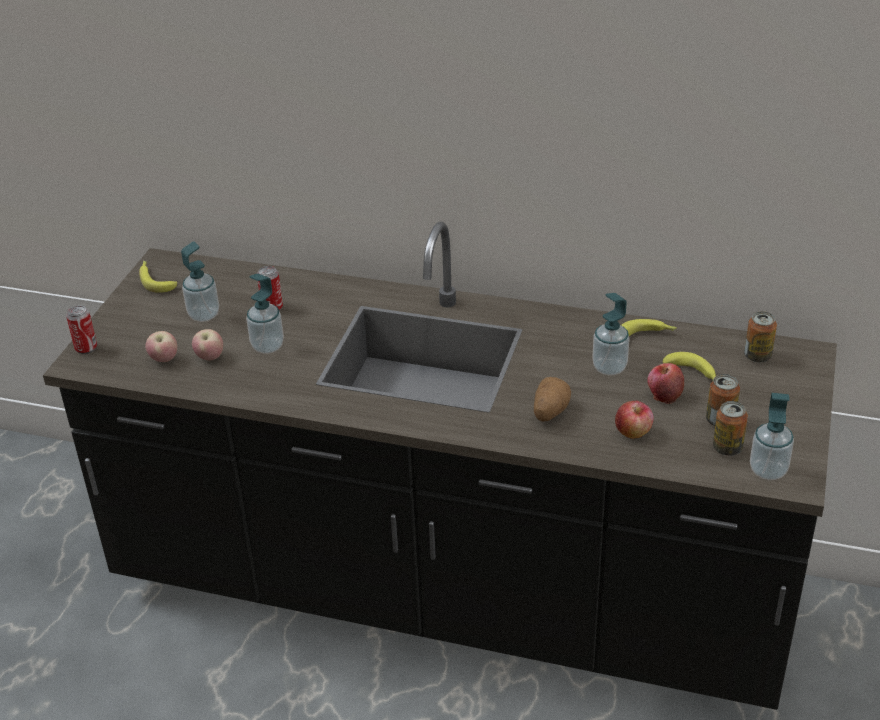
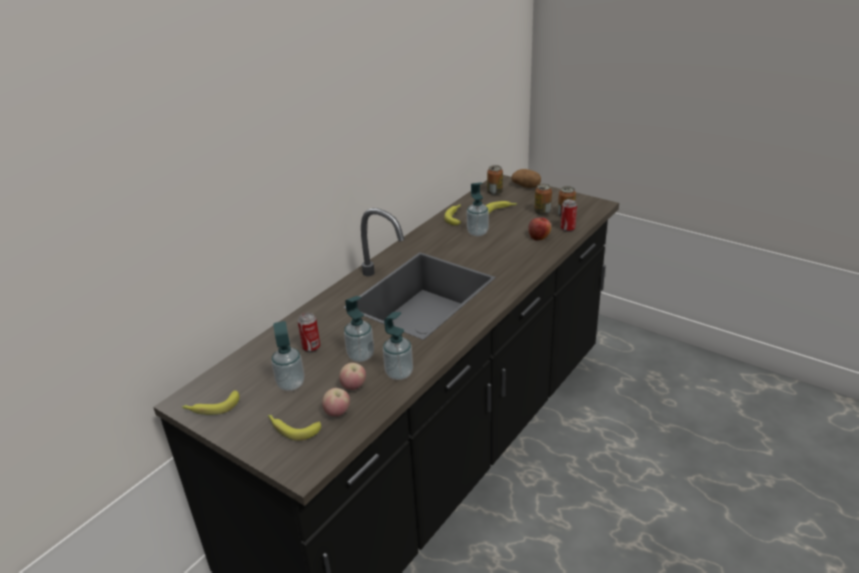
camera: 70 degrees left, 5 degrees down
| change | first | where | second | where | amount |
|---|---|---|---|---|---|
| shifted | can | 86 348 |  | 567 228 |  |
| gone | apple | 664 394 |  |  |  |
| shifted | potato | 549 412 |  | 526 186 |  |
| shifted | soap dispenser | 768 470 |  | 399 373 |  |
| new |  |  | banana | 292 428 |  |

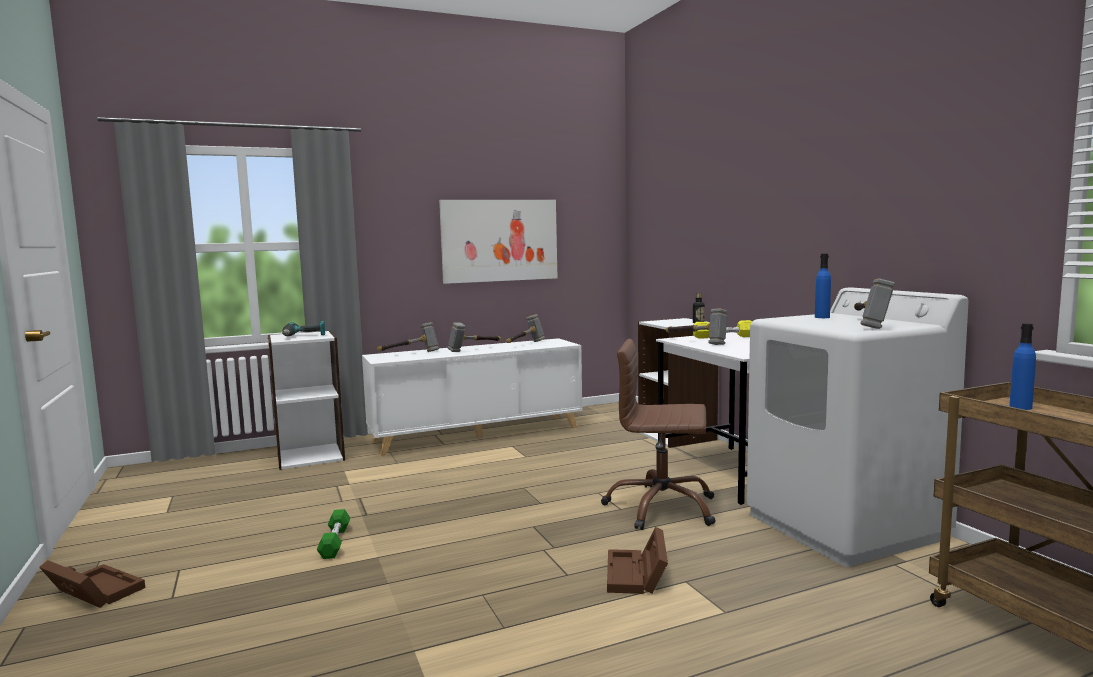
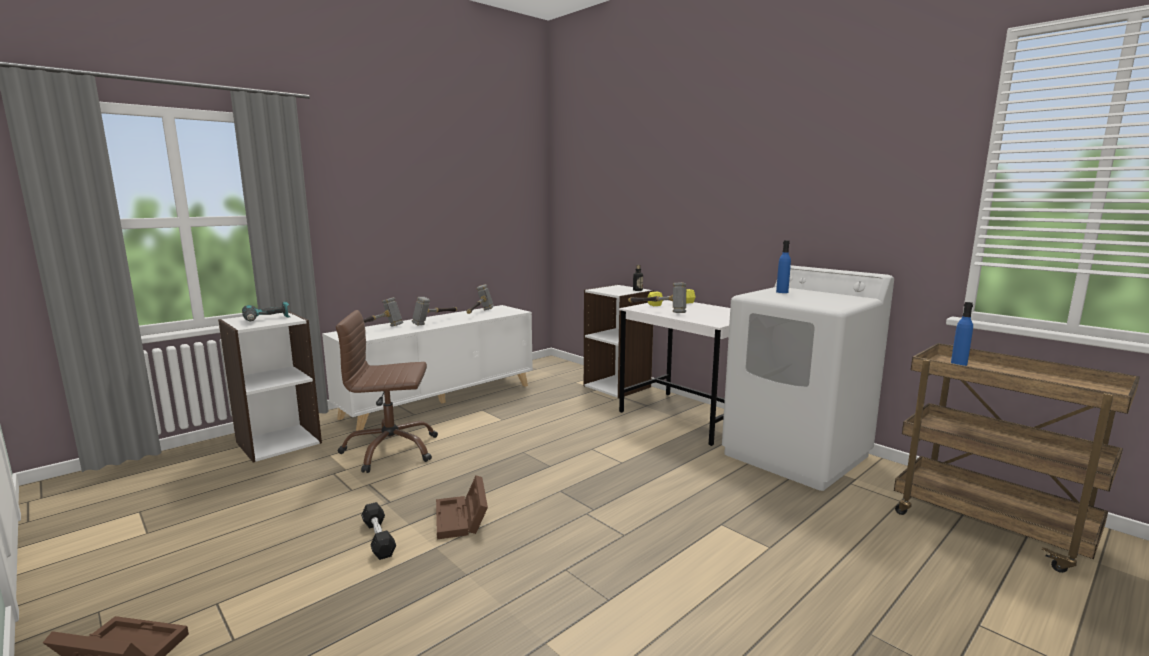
camera: 20 degrees left, 5 degrees up
| change | first | where | second | where | amount |
|---|---|---|---|---|---|
| gone | picture | 499 240 |  |  |  |
| gone | hammer | 867 324 |  |  |  |
| shifted | brown office chair | 661 508 |  | 391 450 |  |
| repainted | green dumbbell | 335 542 | black dumbbell | 378 538 |  |
| shifted | brown storage box | 637 576 |  | 462 519 |  |

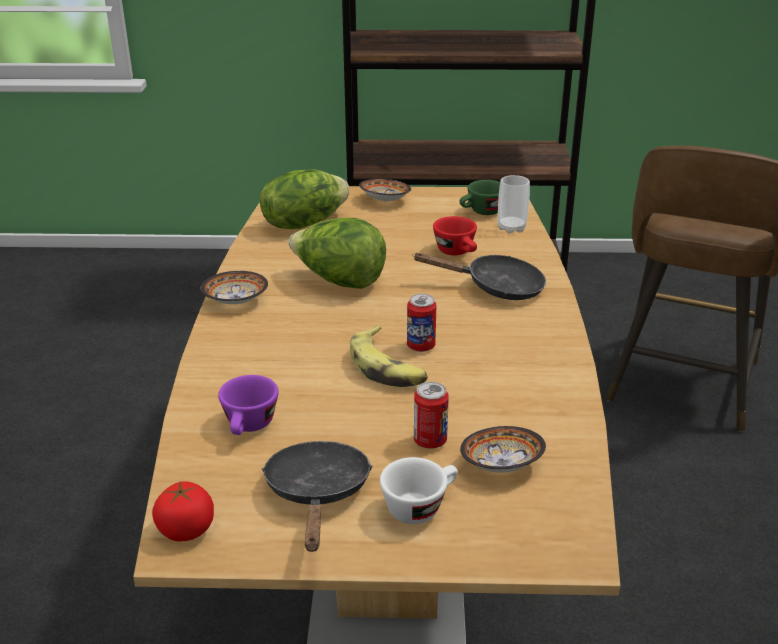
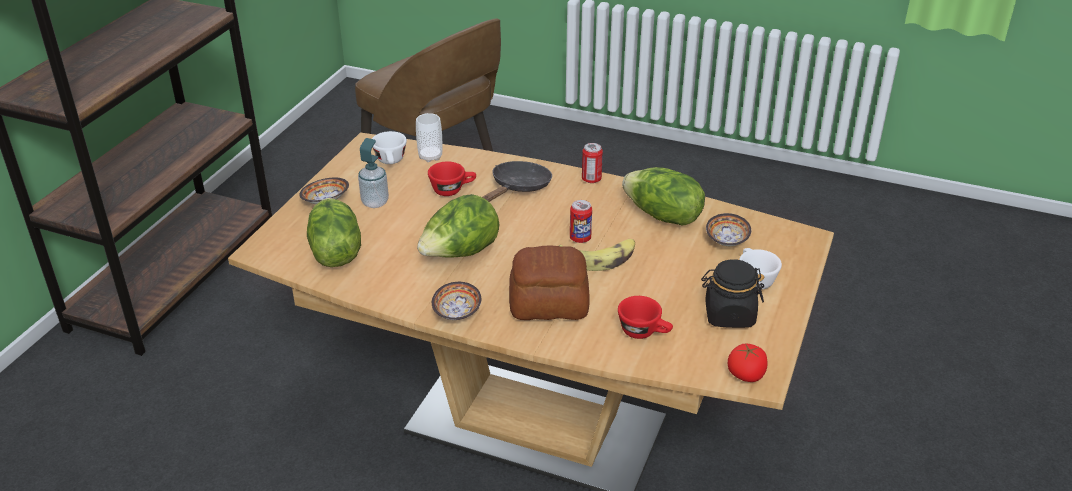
camera: 70 degrees left, 5 degrees up
| change | first | where | second | where | amount |
|---|---|---|---|---|---|
| repainted | green cup | 481 212 | white cup | 391 162 |  |
| repainted | purple cup | 249 427 | red cup | 644 332 |  |
| shifted | can | 430 441 |  | 591 179 |  |
| swapped | black frying pan | 318 494 | black jar | 729 315 |  |
| new |  |  | soap dispenser | 375 202 |  |
| new |  |  | lettuce | 662 216 |  |
| new |  |  | bread | 550 305 |  |

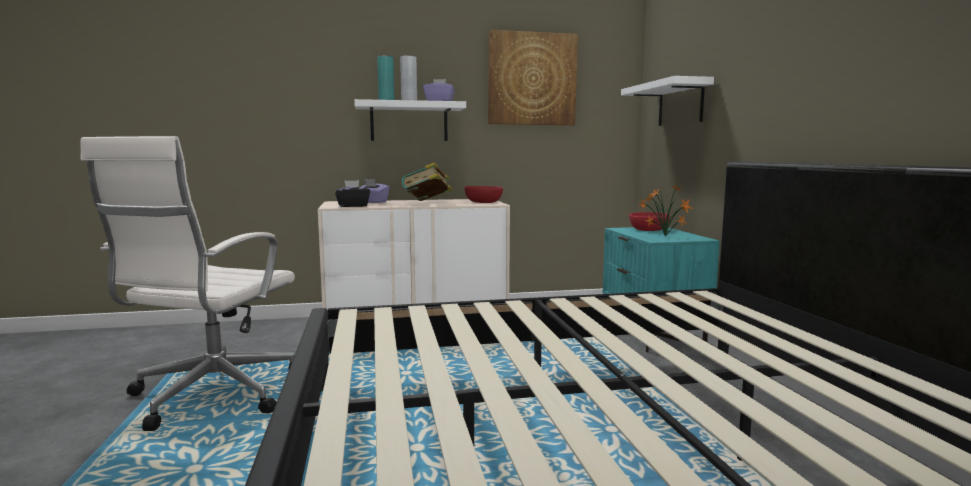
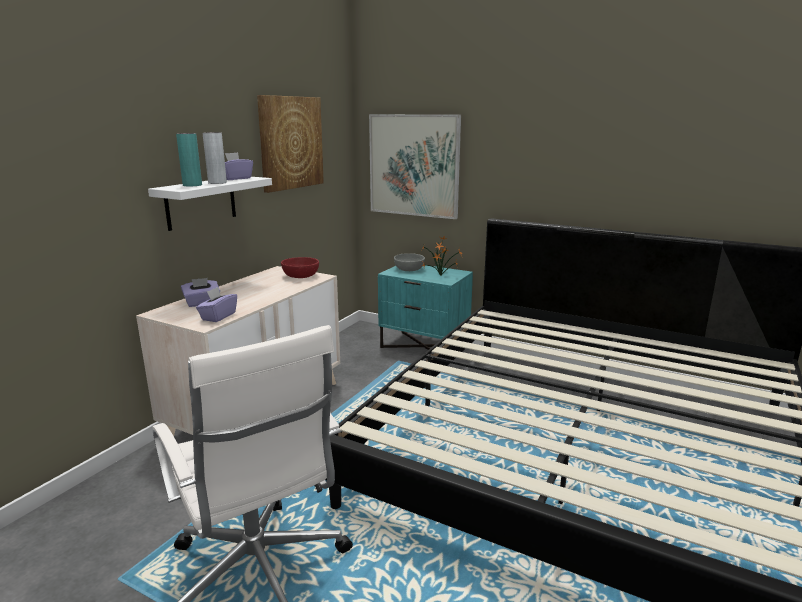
camera: 50 degrees left, 10 degrees up
| change | first | where | second | where | amount |
|---|---|---|---|---|---|
| swapped | white shelf | 680 104 | picture | 414 165 |  |
| gone | book | 427 202 |  |  |  |
| repainted | black tissue box | 352 206 | purple tissue box | 218 316 |  |
| repainted | red bowl | 648 230 | grey bowl | 409 269 |  |

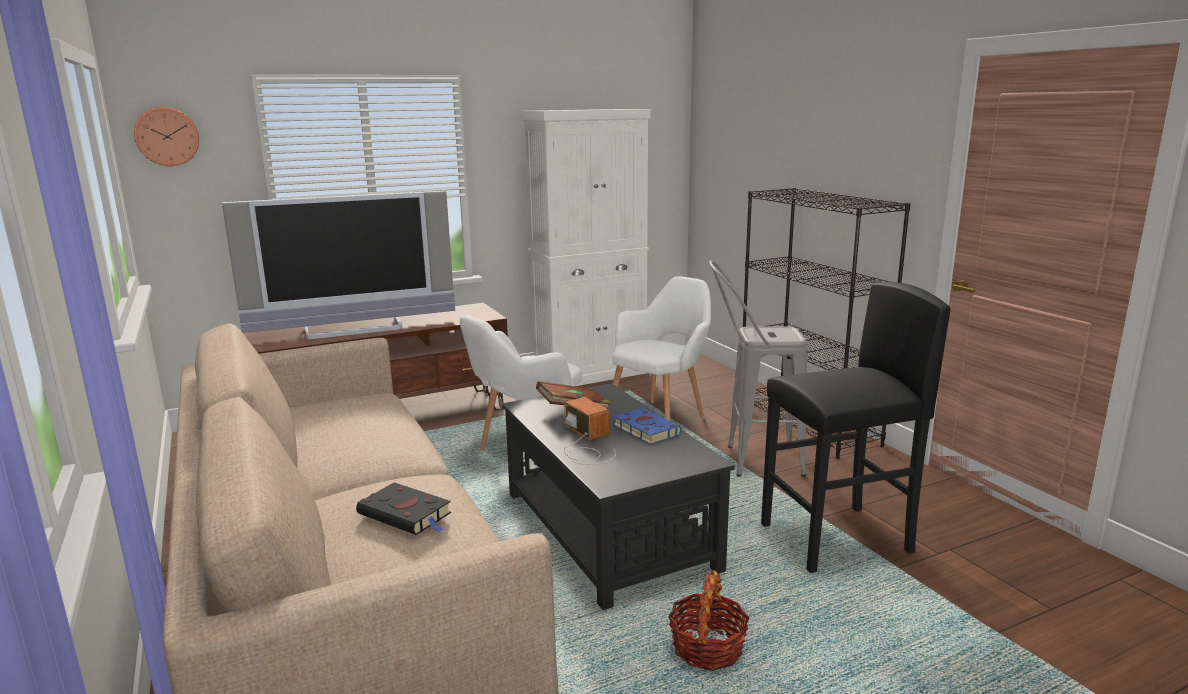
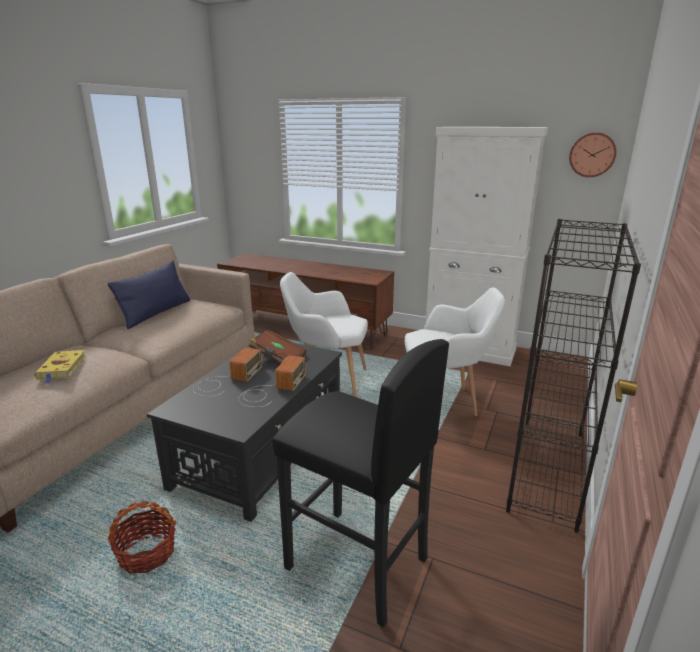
camera: 50 degrees right, 5 degrees up
| change | first | where | second | where | amount |
|---|---|---|---|---|---|
| shifted | wall clock | 167 136 |  | 592 154 |  |
| gone | television | 354 329 |  |  |  |
| gone | grey stool | 750 461 |  |  |  |
| swapped | blue book | 644 429 | radio | 271 390 |  |
| repainted | black book | 407 514 | yellow book | 62 368 |  |
| new |  |  | blue pillow | 156 313 |  |

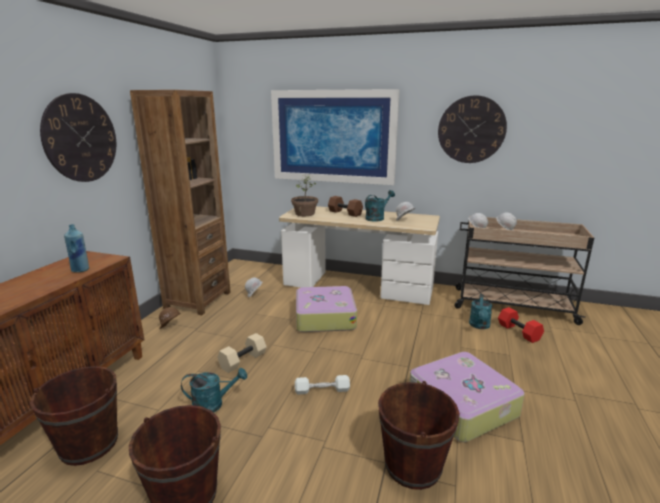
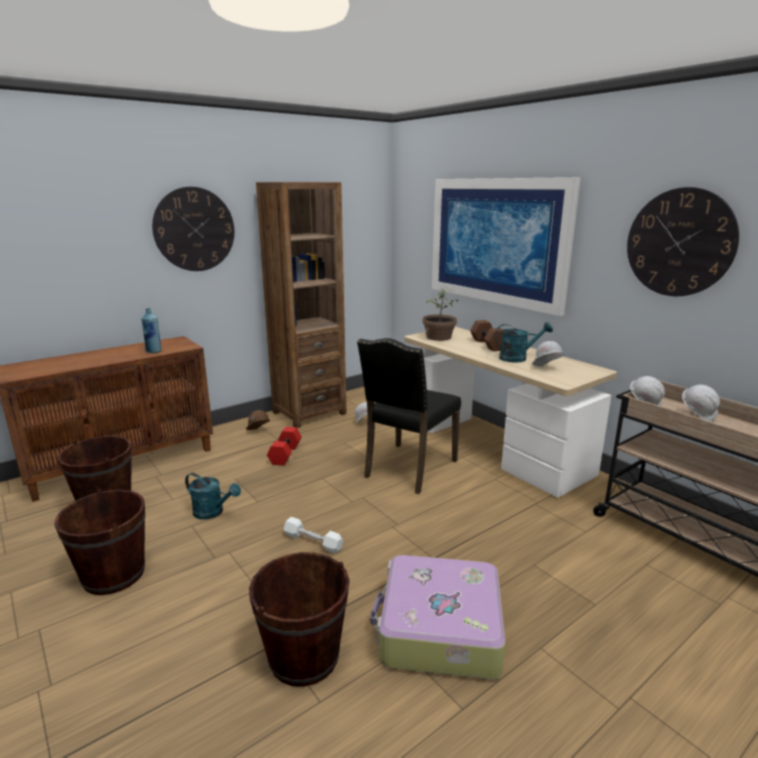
camera: 35 degrees right, 0 degrees up
| change | first | where | second | where | amount |
|---|---|---|---|---|---|
| swapped | suitcase | 324 317 | black chair | 408 469 |  |
| gone | turquoise watering can | 479 326 |  |  |  |
| shifted | red dumbbell | 519 332 |  | 285 454 |  |
| gone | beige dumbbell | 243 360 |  |  |  |

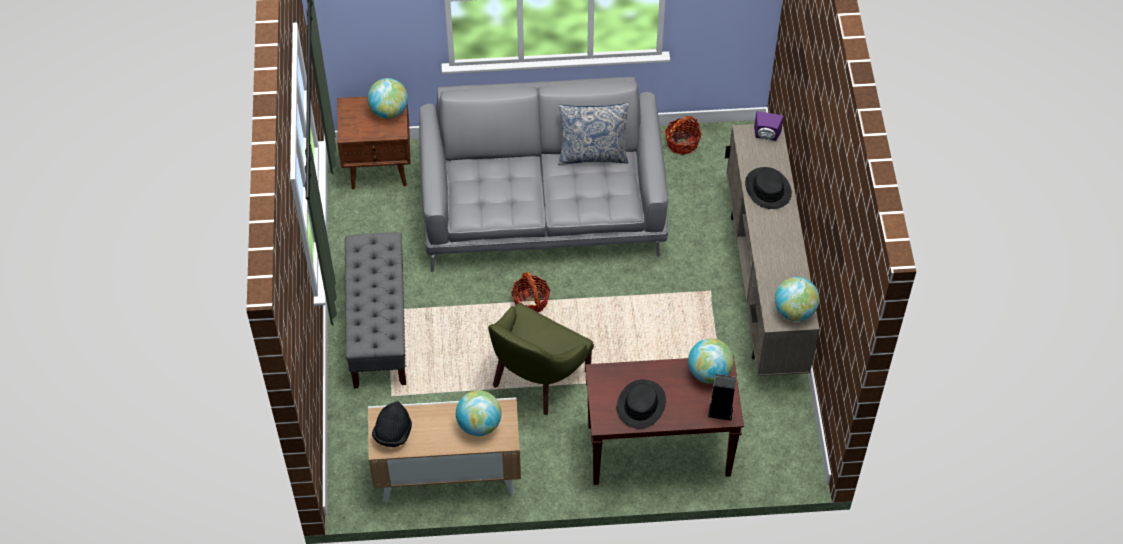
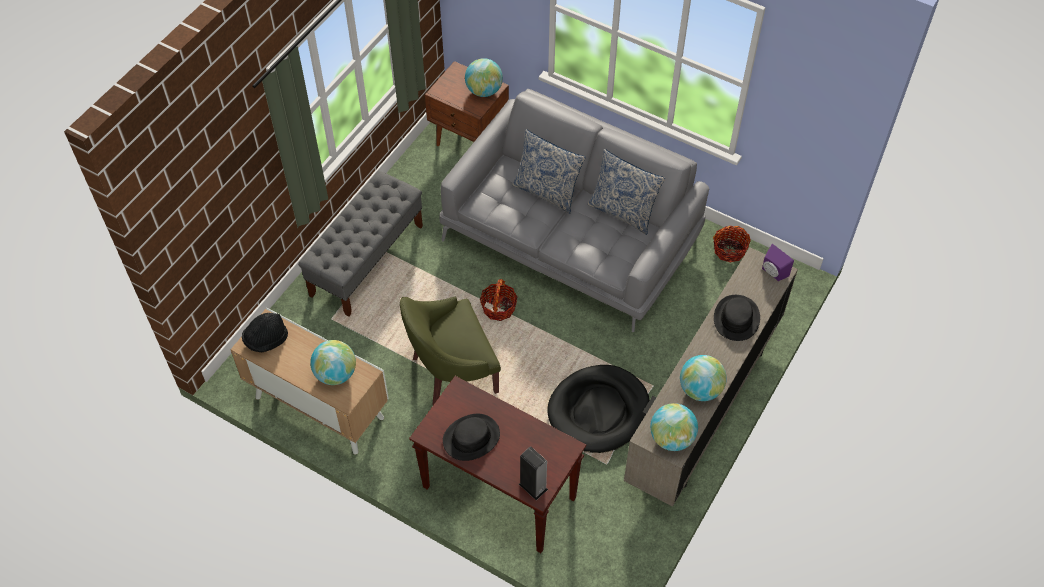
camera: 35 degrees right, 0 degrees up
| change | first | where | second | where | amount |
|---|---|---|---|---|---|
| shifted | globe | 709 373 |  | 700 389 |  |
| new |  |  | pillow | 547 191 |  |
| new |  |  | black dog bed | 598 411 |  |

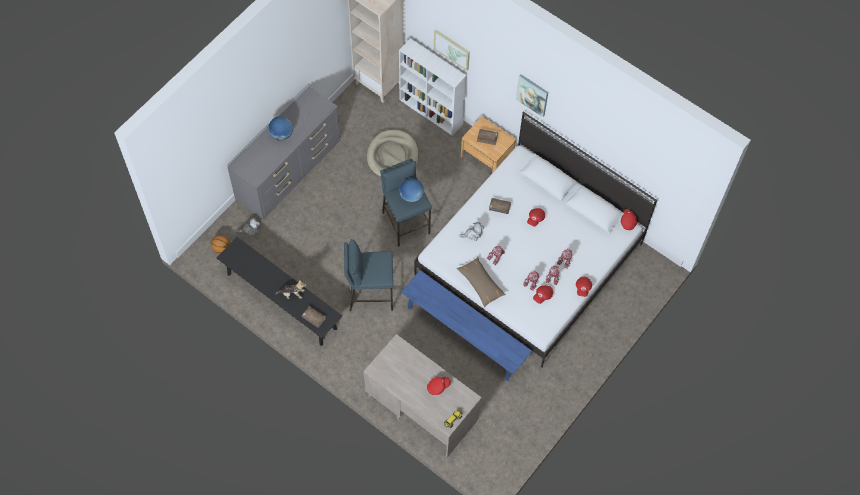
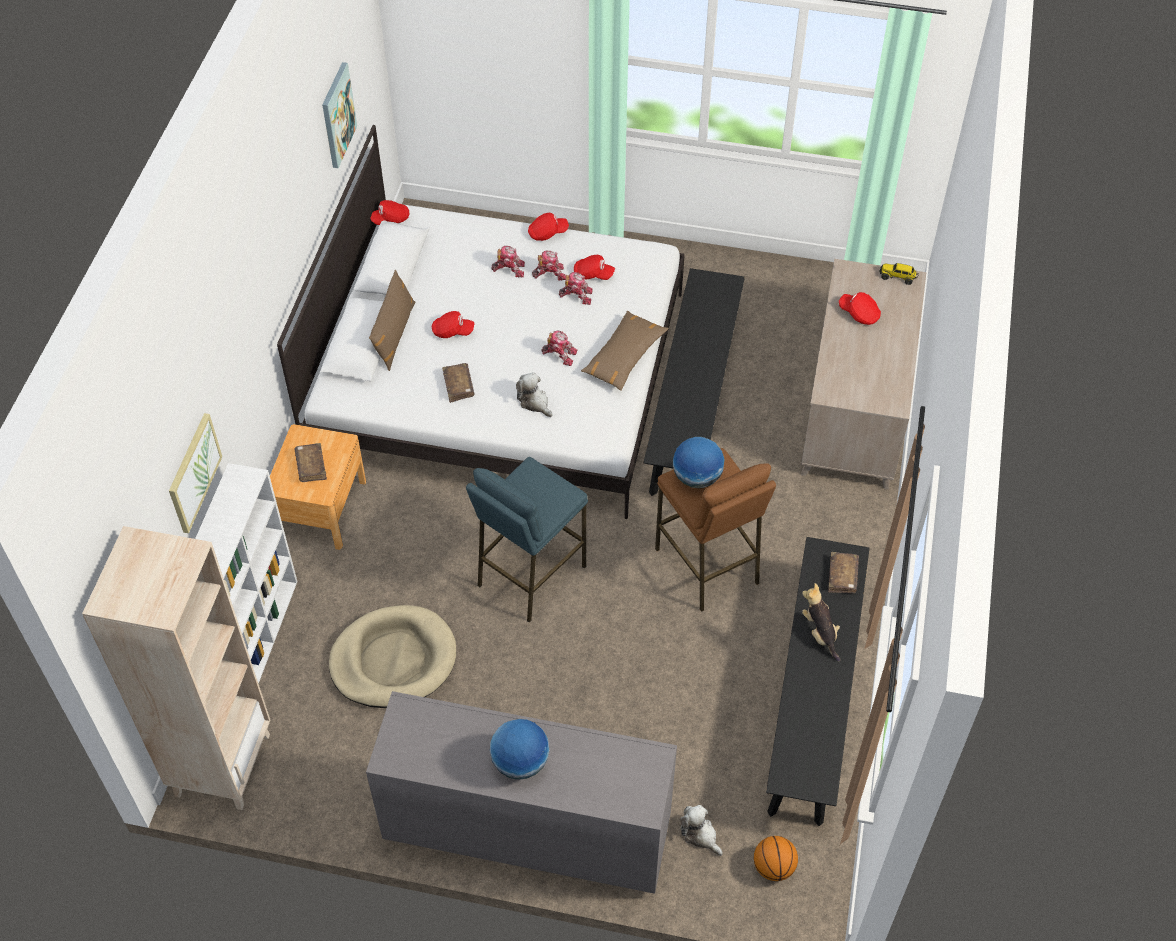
camera: 115 degrees left, 10 degrees down
| change | first | where | second | where | amount |
|---|---|---|---|---|---|
| shifted | picture | 532 94 |  | 337 115 |  |
| shifted | globe | 411 196 |  | 697 477 |  |
| repainted | blue stool | 370 294 | brown stool | 707 566 |  |
| repainted | blue bench | 464 335 | black bench | 692 407 |  |
| new |  |  | brown pillow | 394 334 |  |

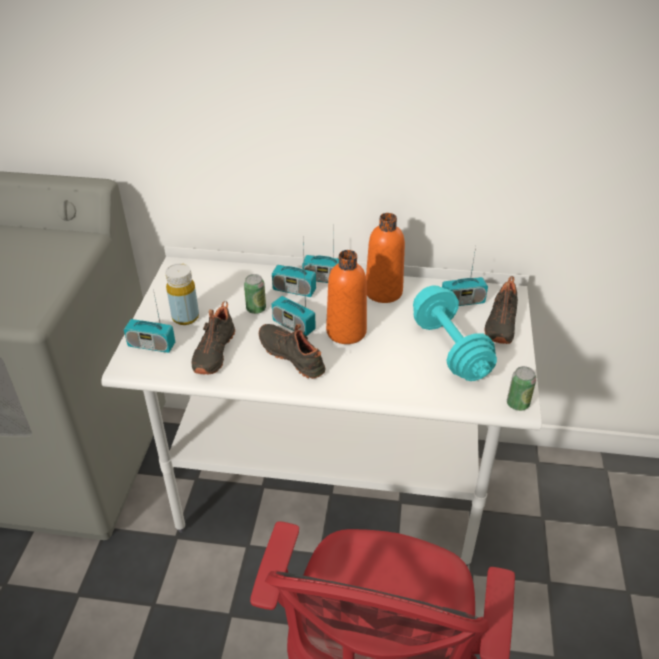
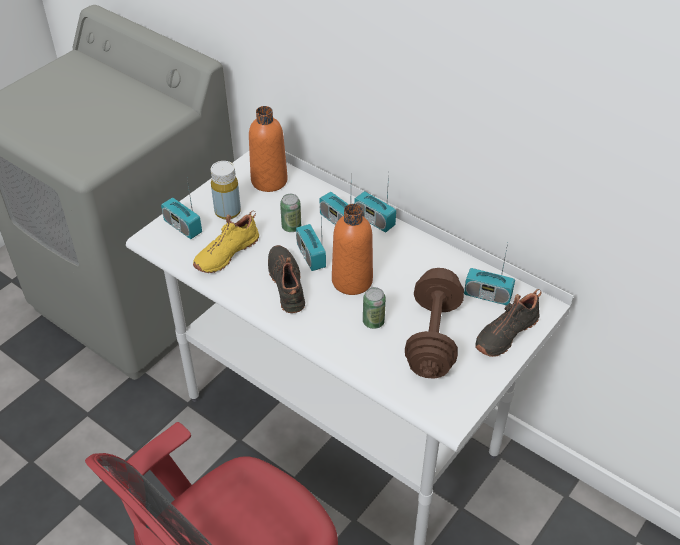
camera: 30 degrees right, 5 degrees up
| change | first | where | second | where | amount |
|---|---|---|---|---|---|
| shifted | orange bottle | 383 292 |  | 269 181 |  |
| repainted | turquoise dumbbell | 450 349 | brown dumbbell | 433 338 |  |
| repainted | black shoe | 212 352 | yellow shoe | 225 253 |  |
| shifted | can | 517 404 |  | 373 322 |  |

